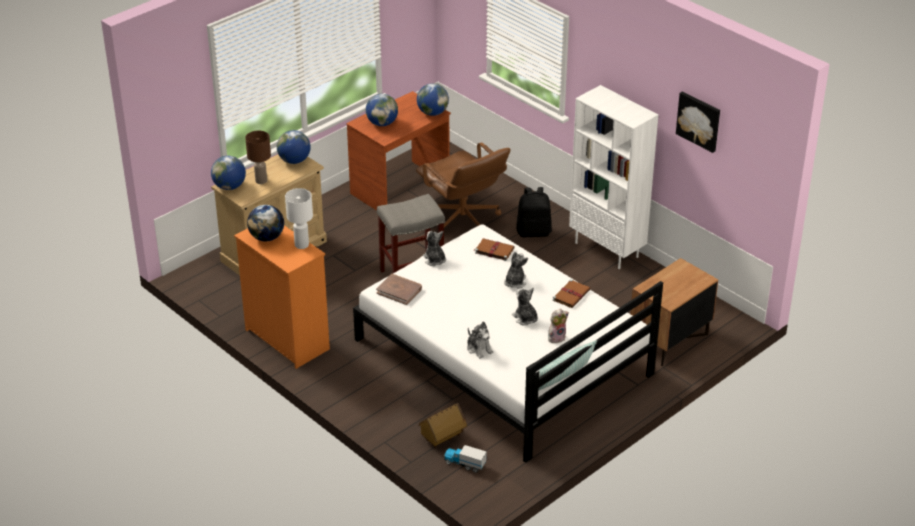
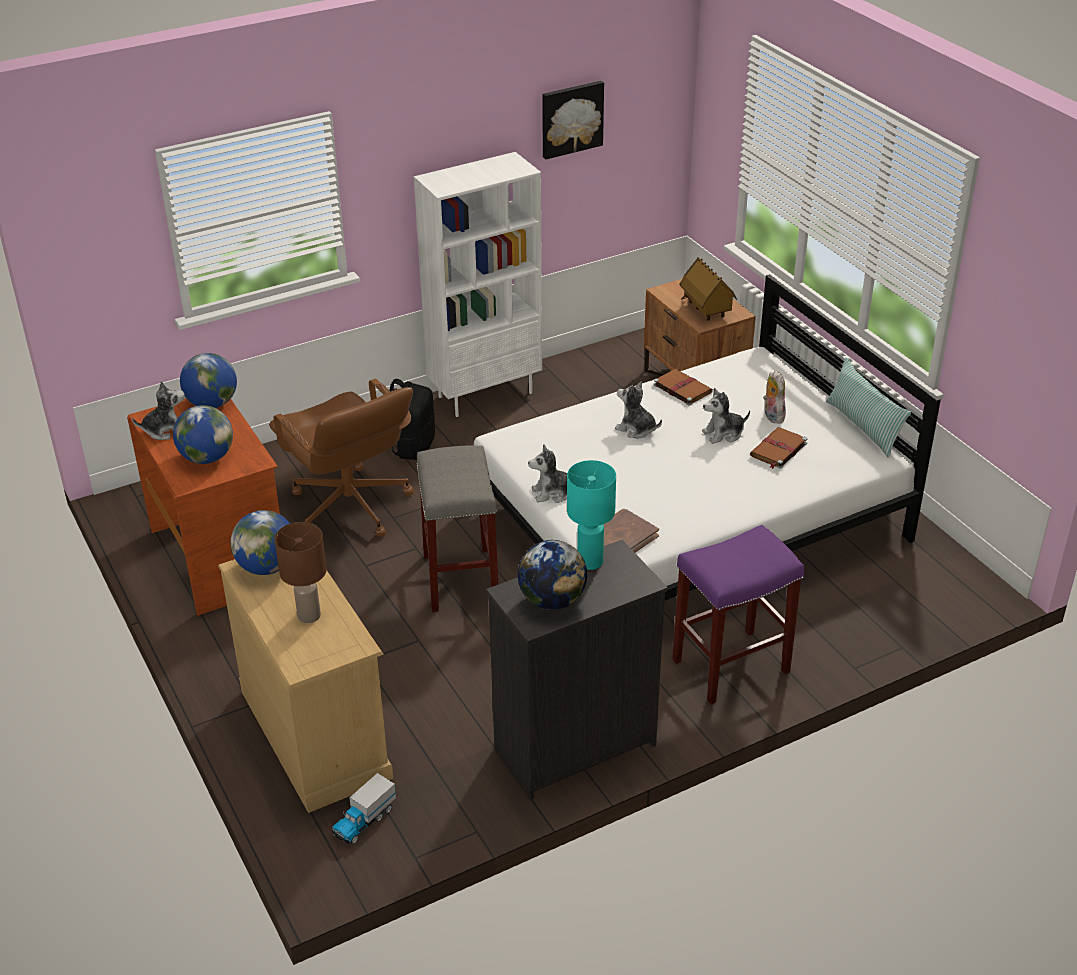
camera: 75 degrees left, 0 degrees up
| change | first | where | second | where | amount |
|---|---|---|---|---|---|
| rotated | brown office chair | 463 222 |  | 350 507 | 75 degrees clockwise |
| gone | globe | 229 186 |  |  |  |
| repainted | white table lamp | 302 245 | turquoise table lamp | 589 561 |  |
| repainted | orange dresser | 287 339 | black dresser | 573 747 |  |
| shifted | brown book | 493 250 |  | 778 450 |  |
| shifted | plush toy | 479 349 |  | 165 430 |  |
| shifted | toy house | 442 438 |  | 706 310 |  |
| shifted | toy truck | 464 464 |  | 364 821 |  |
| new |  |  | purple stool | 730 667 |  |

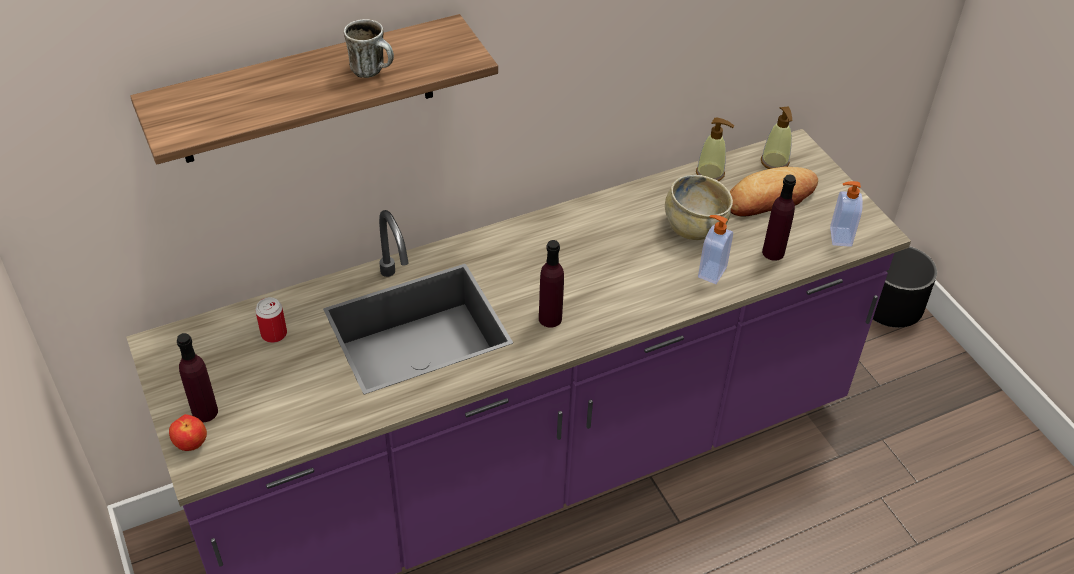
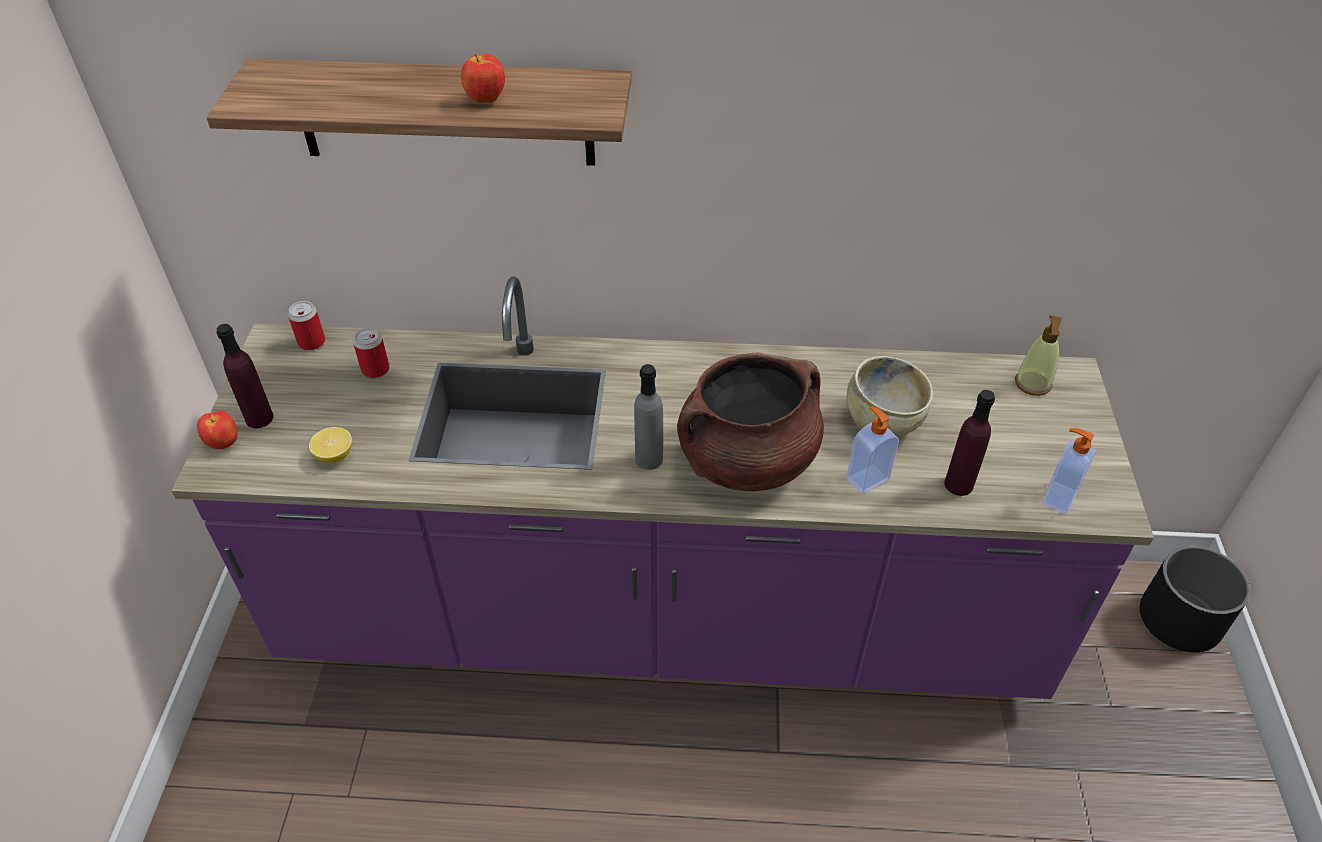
camera: 30 degrees right, 0 degrees up
| change | first | where | second | where | amount |
|---|---|---|---|---|---|
| swapped | mug | 373 71 | apple | 485 100 |  |
| gone | soap dispenser | 710 173 |  |  |  |
| gone | bread | 770 198 |  |  |  |
| repainted | purple bottle | 550 318 | grey bottle | 649 459 |  |
| new |  |  | can | 311 342 |  |
| new |  |  | brown cooking pot | 746 461 |  |
| new |  |  | lemon | 335 455 |  |

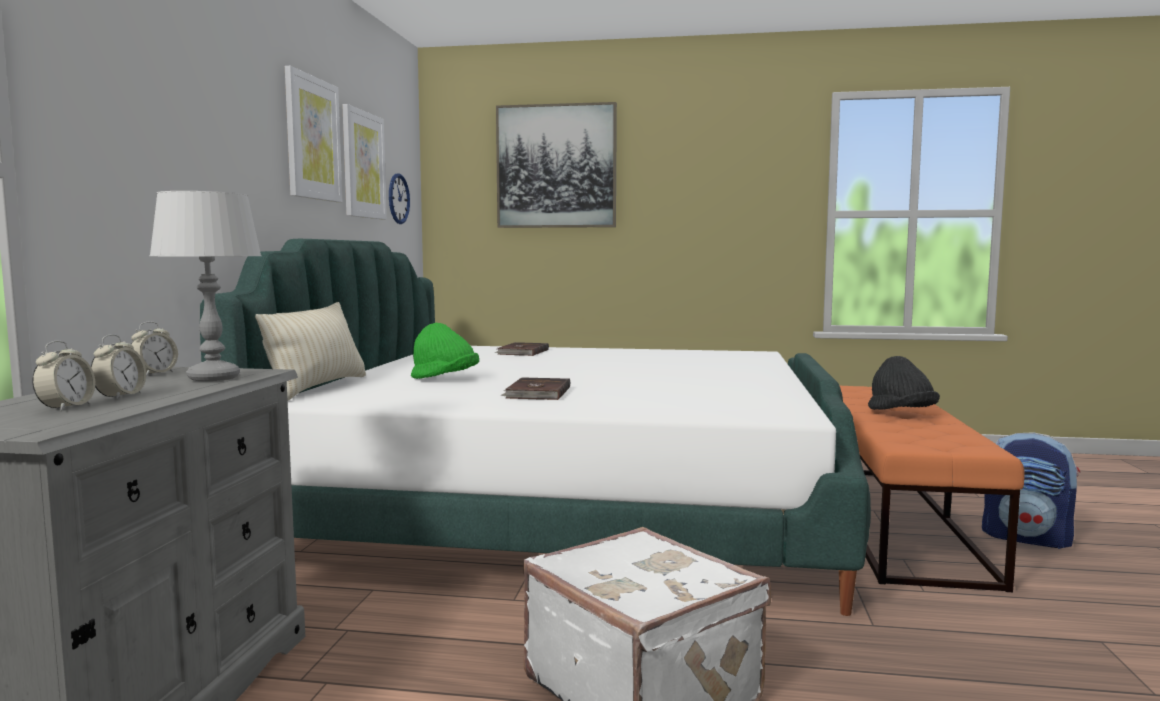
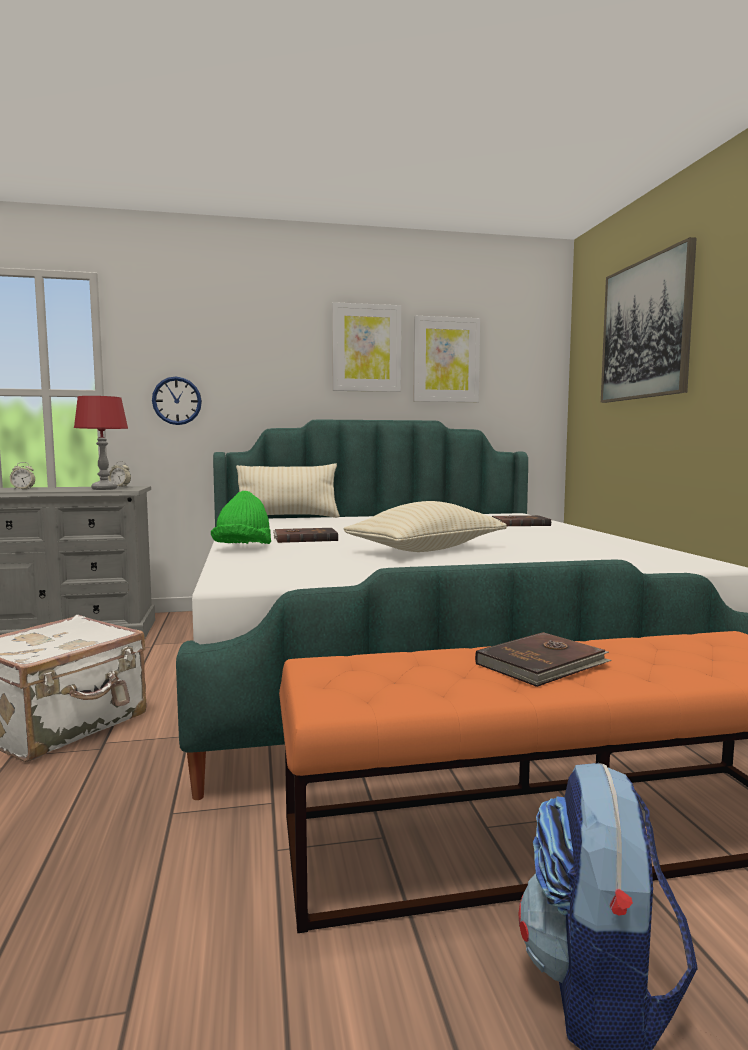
camera: 70 degrees right, 0 degrees up
| change | first | where | second | where | amount |
|---|---|---|---|---|---|
| shifted | wall clock | 398 198 |  | 177 401 |  |
| repainted | grey table lamp | 214 378 | red table lamp | 104 489 |  |
| shifted | green hat | 445 379 |  | 243 548 |  |
| gone | alarm clock | 120 396 |  |  |  |
| swapped | black hat | 901 414 | brown book | 543 664 |  |
| new |  |  | beige pillow | 426 550 |  |

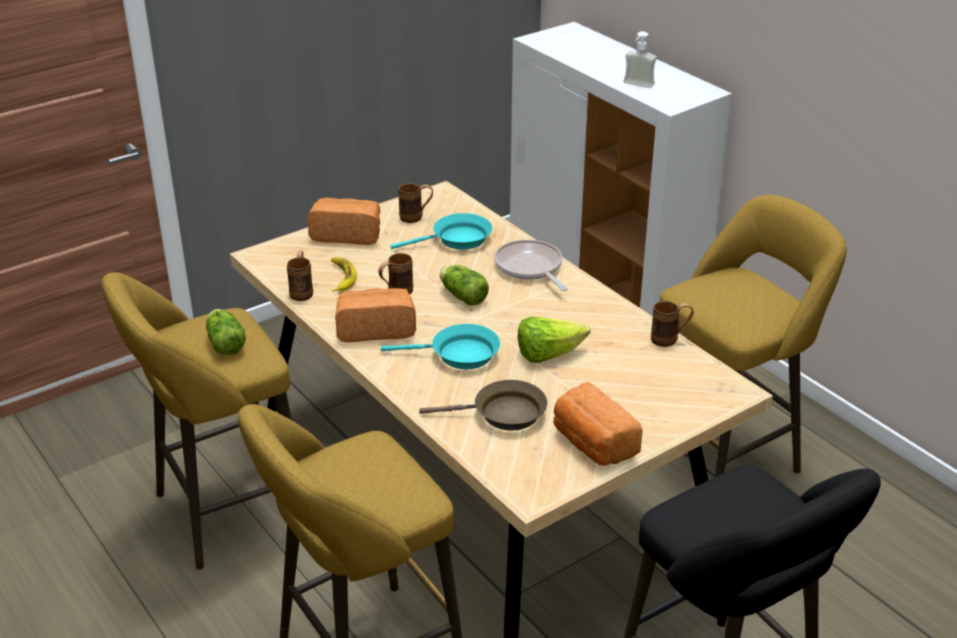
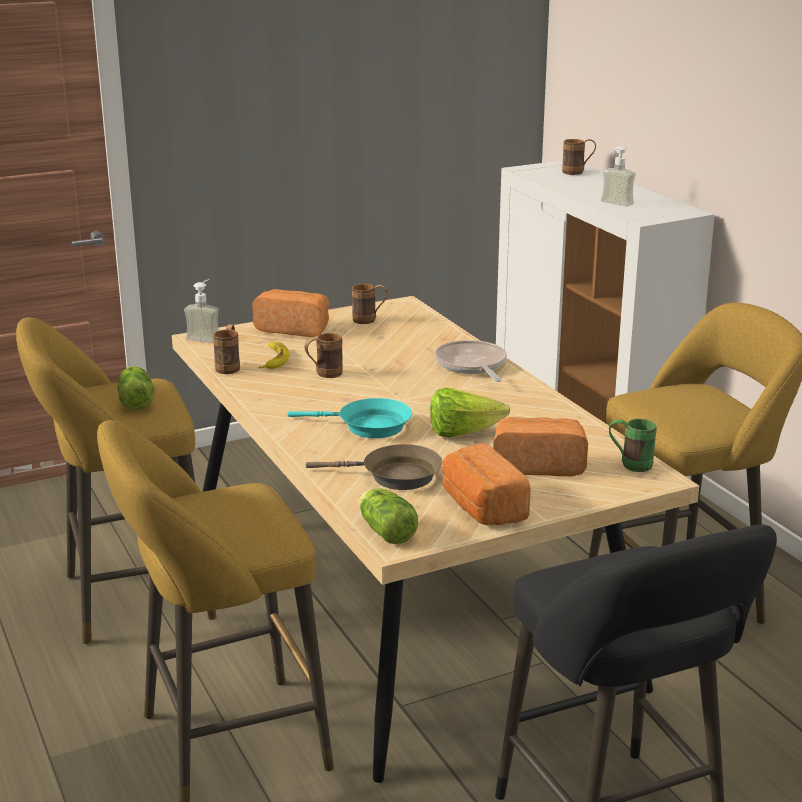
camera: 10 degrees right, 10 degrees down
| change | first | where | second | where | amount |
|---|---|---|---|---|---|
| gone | turquoise frying pan | 457 239 |  |  |  |
| shifted | lettuce | 462 295 |  | 385 530 |  |
| shifted | bread | 375 329 |  | 537 465 |  |
| shifted | brown mug | 670 339 |  | 578 172 |  |
| new |  |  | soap dispenser | 206 337 |  |
| new |  |  | green mug | 629 465 |  |

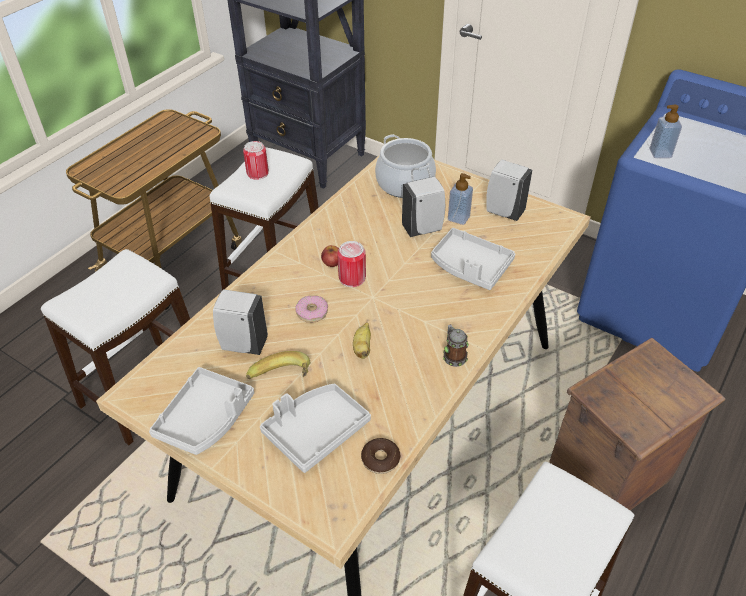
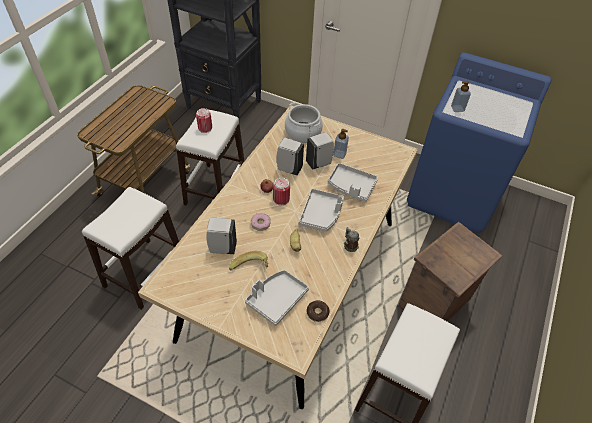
camera: 10 degrees left, 5 degrees up
| change | first | where | second | where | amount |
|---|---|---|---|---|---|
| shifted | white soap dispenser | 503 212 |  | 288 169 |  |
| shifted | grey tray | 206 419 |  | 321 214 |  |

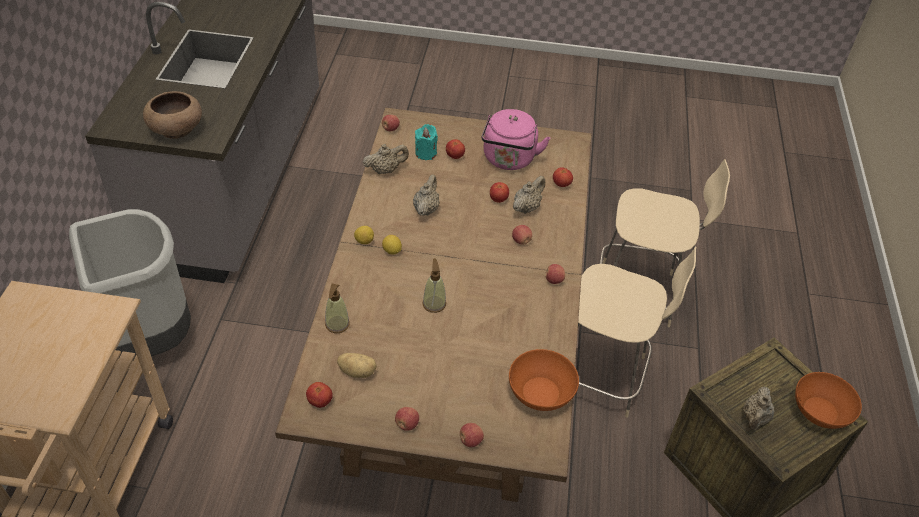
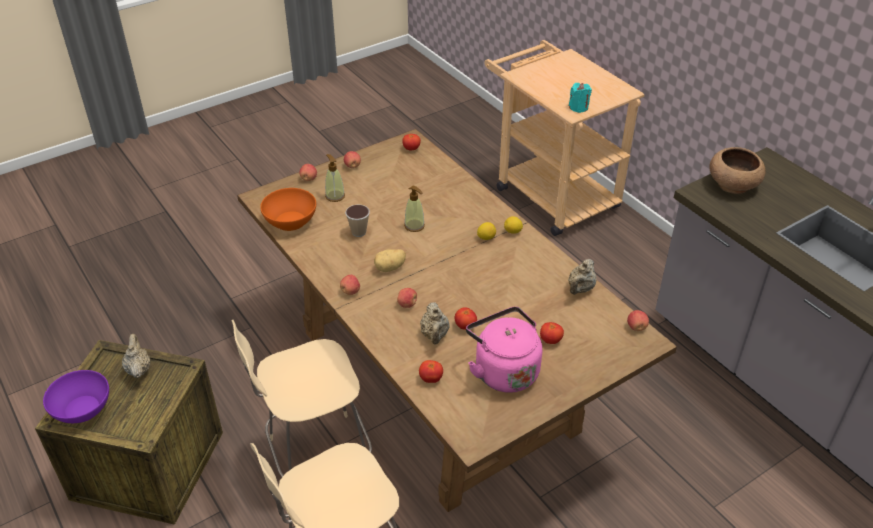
camera: 140 degrees right, 5 degrees down
| change | first | where | second | where | amount |
|---|---|---|---|---|---|
| shifted | turquoise candle | 426 153 |  | 578 107 |  |
| gone | beige teapot | 426 209 |  |  |  |
| gone | grey trash can | 151 340 |  |  |  |
| shifted | soap dispenser | 337 324 |  | 335 196 |  |
| shifted | potato | 357 371 |  | 390 268 |  |
| repainted | orange bowl | 820 411 | purple bowl | 82 409 |  |
| new |  |  | cup | 359 232 |  |

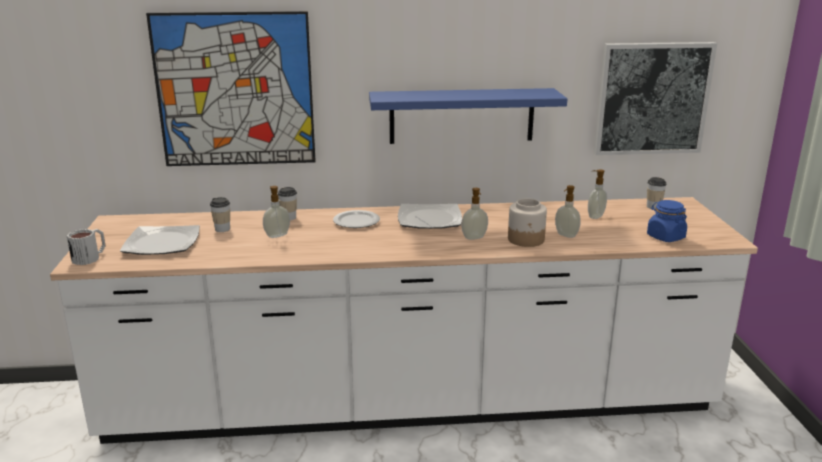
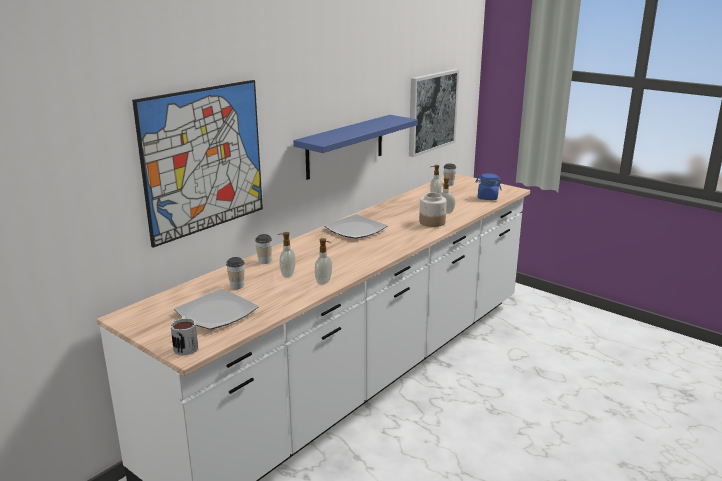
camera: 45 degrees left, 0 degrees up
| change | first | where | second | where | amount |
|---|---|---|---|---|---|
| shifted | soap dispenser | 474 238 |  | 324 282 |  |
| gone | plate | 357 221 |  |  |  |

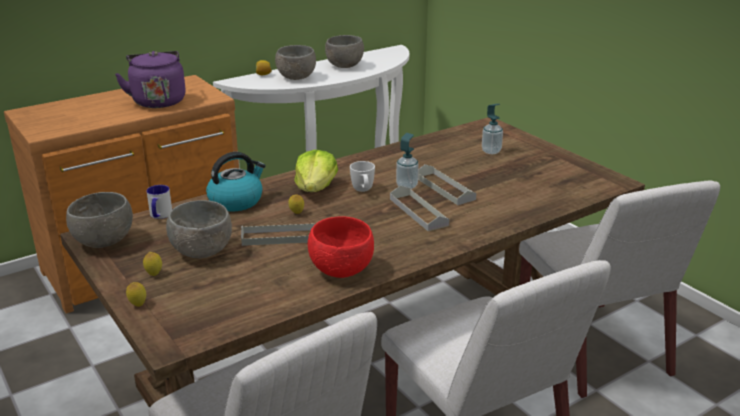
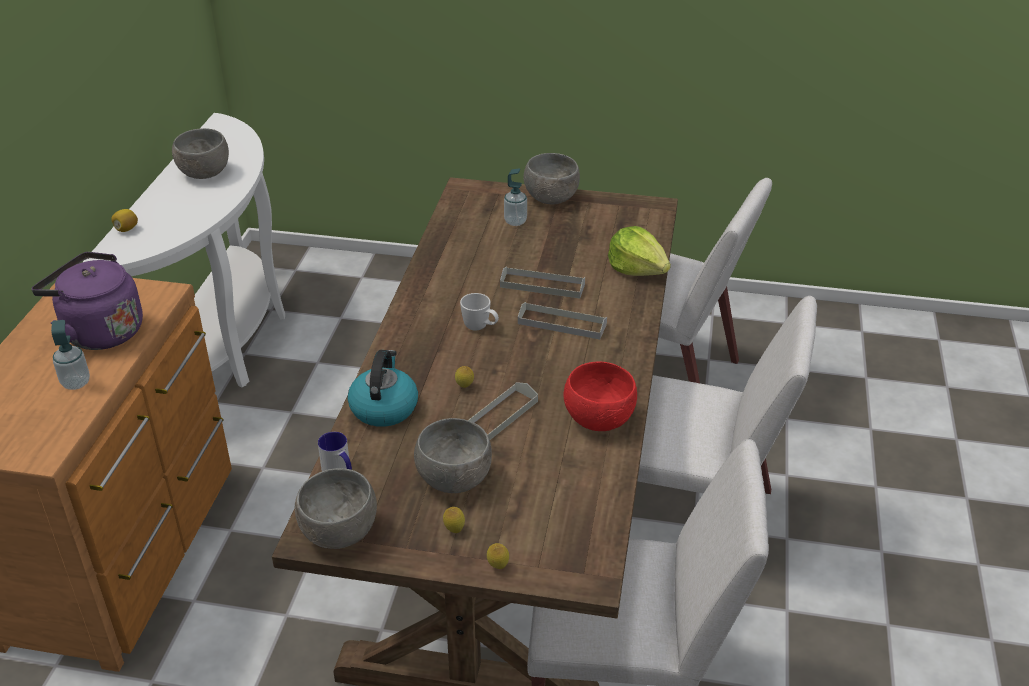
camera: 45 degrees left, 10 degrees up
| change | first | where | second | where | amount |
|---|---|---|---|---|---|
| shifted | grey bowl | 295 77 |  | 550 199 |  |
| shifted | soap dispenser | 406 186 |  | 76 383 |  |
| shifted | lettuce | 316 188 |  | 637 269 |  |

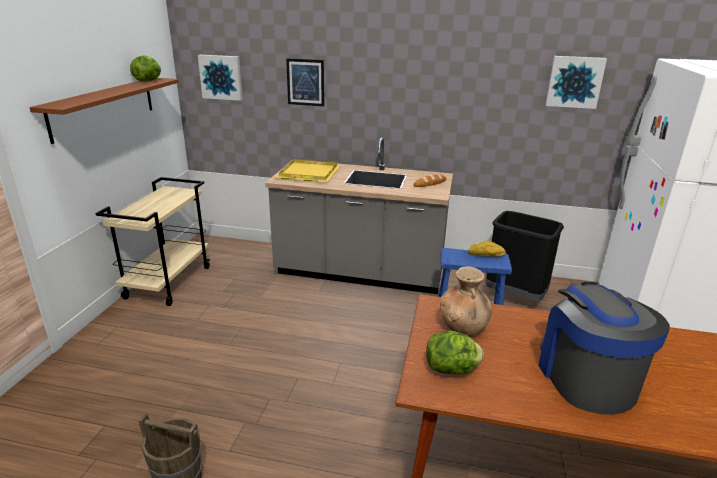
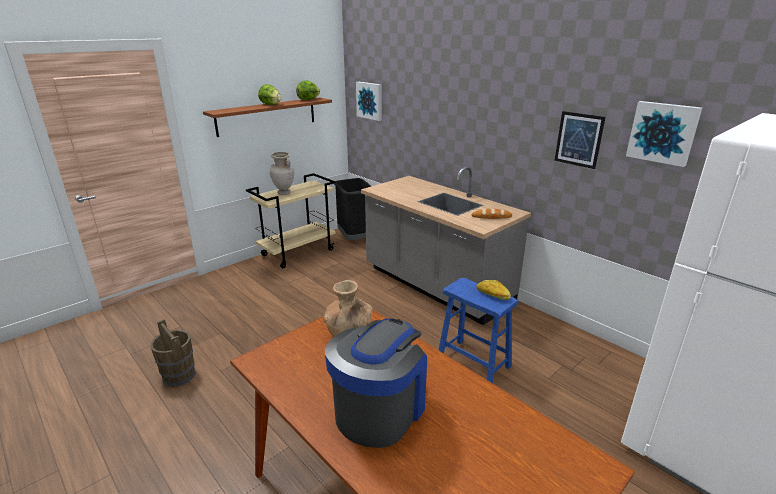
camera: 35 degrees right, 0 degrees up
| change | first | where | second | where | amount |
|---|---|---|---|---|---|
| shifted | picture | 305 82 |  | 578 139 |  |
| gone | yellow tray | 310 173 |  |  |  |
| shifted | black trash can | 515 296 |  | 355 239 |  |
| shifted | lettuce | 452 370 |  | 270 105 |  |
| new |  |  | beige vase | 283 193 |  |

